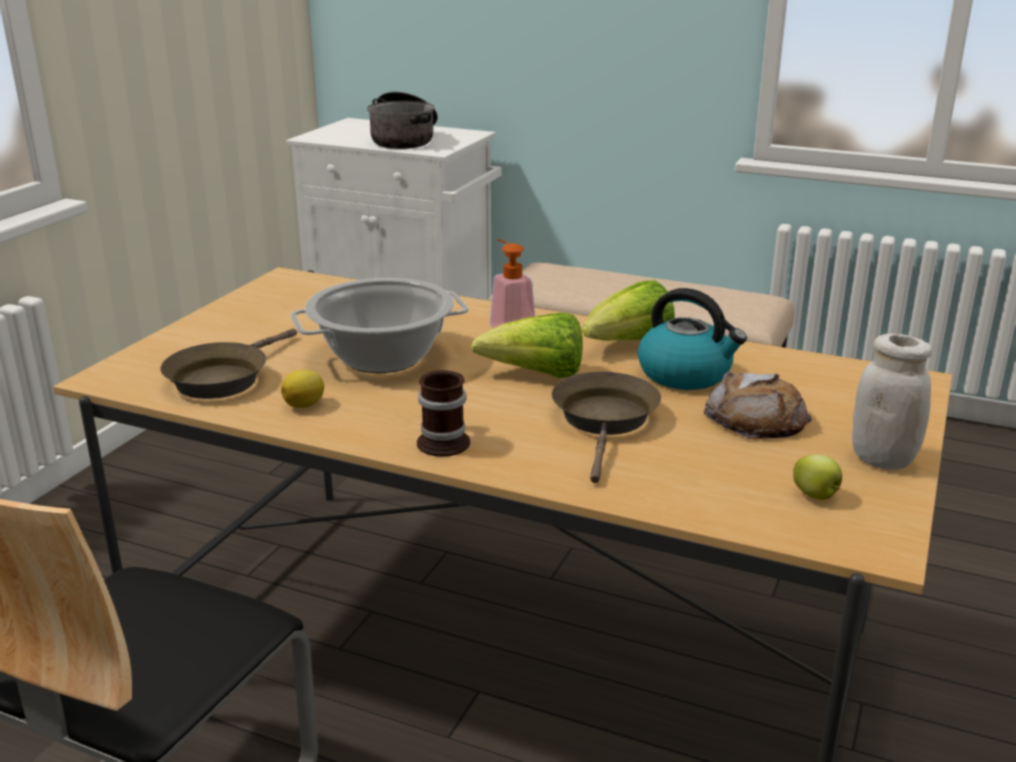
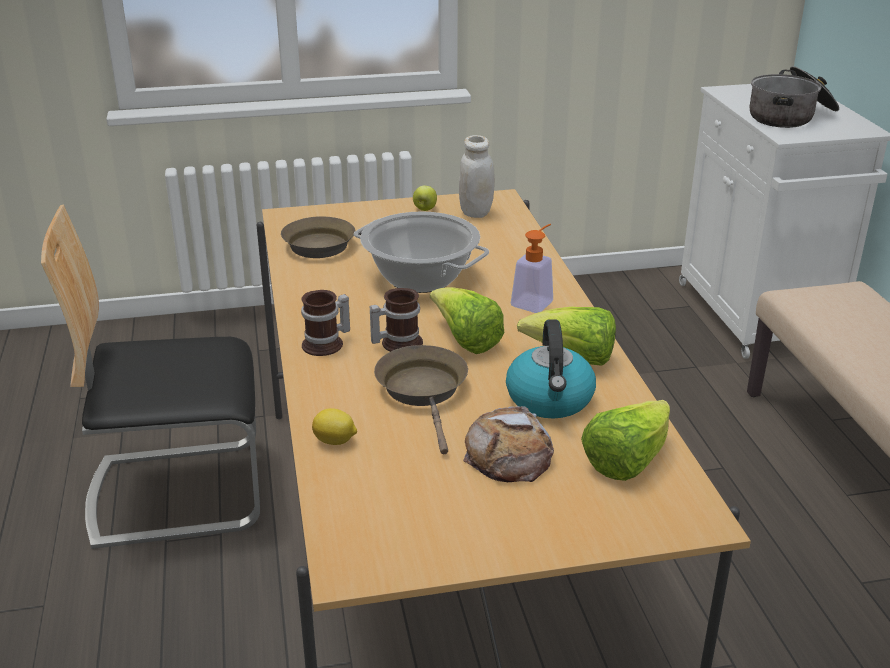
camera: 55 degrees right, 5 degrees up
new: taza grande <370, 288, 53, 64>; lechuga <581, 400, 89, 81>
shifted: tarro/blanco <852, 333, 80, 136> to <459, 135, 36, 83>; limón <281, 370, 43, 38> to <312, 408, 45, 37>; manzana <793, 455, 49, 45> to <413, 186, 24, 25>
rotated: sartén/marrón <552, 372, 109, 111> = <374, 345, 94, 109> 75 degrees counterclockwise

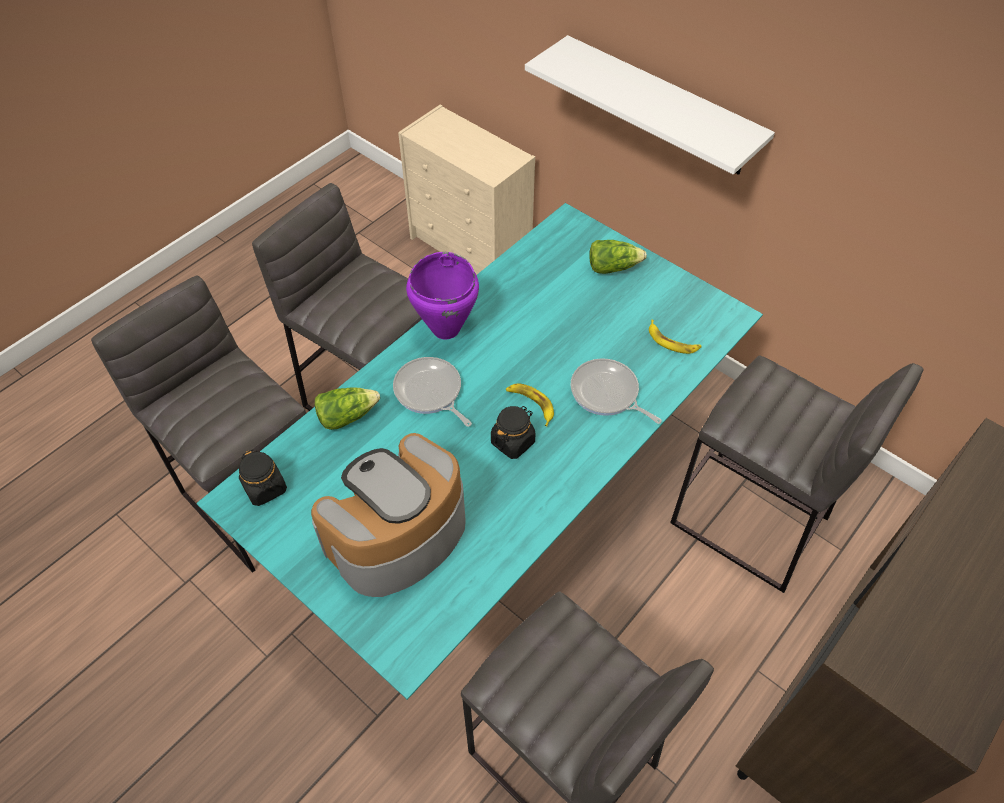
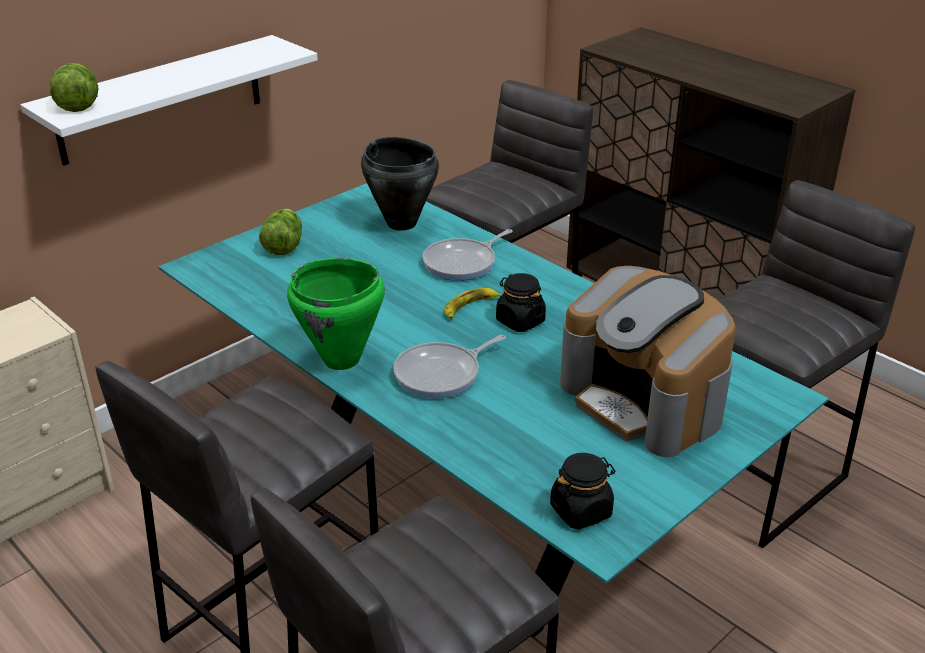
camera: 85 degrees left, 20 degrees down
shifted: lechuga <315, 387, 65, 43> to <50, 63, 49, 49>
swapped: plátano <649, 320, 52, 34> to olla/negro <361, 137, 78, 94>
repainted: olla/morado <406, 252, 73, 87> to olla/verde <287, 258, 98, 112>

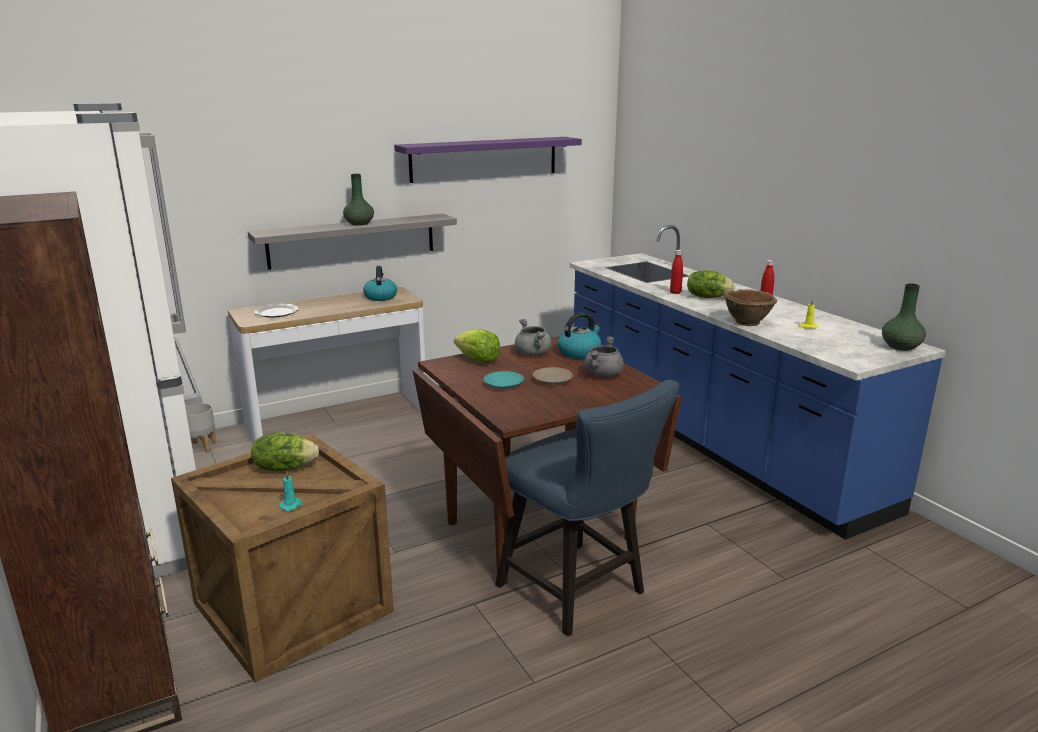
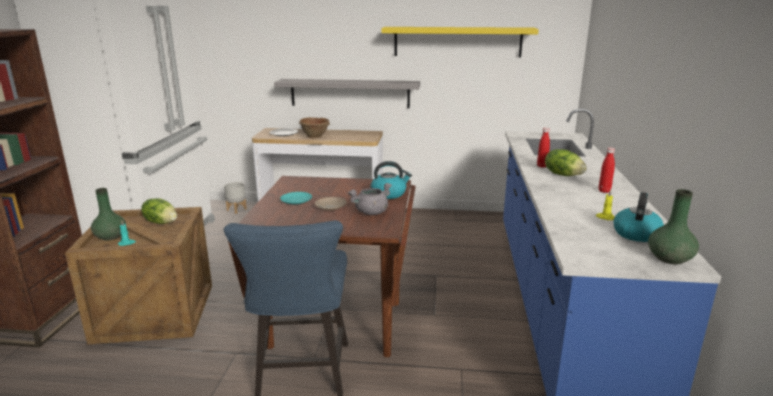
camera: 35 degrees right, 0 degrees up
gone: olla/gris <515, 319, 37, 37>; lechuga <454, 329, 47, 34>
shifted: florero/verde <343, 174, 31, 52> to <91, 188, 35, 53>; hervidor <363, 266, 34, 35> to <614, 192, 50, 50>; cuenco/marrón <724, 289, 53, 37> to <299, 117, 31, 21>
repainted: estante/morado <394, 137, 188, 46> to estante/amarillo <381, 27, 158, 30>

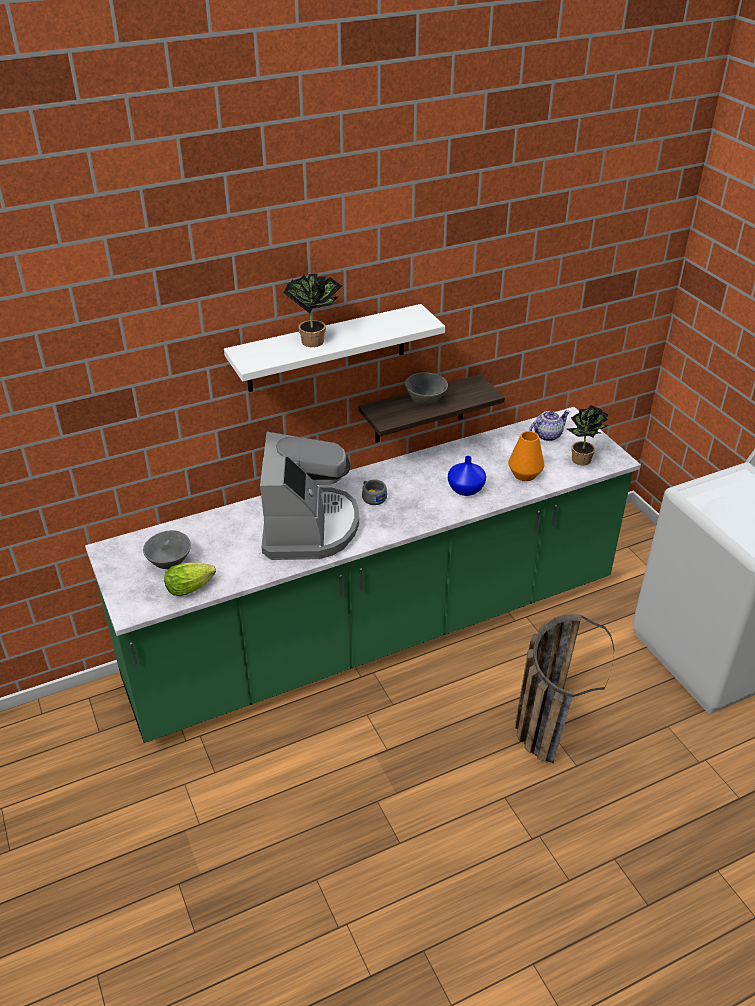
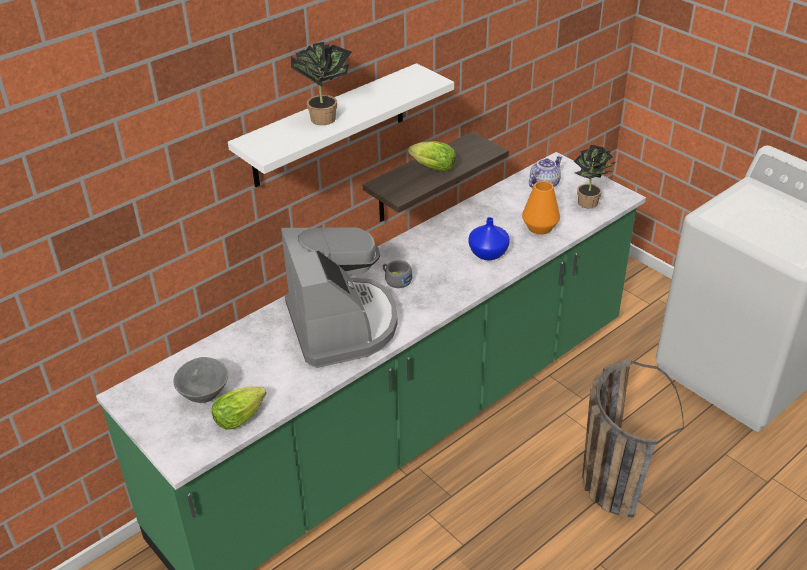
camera: 15 degrees left, 0 degrees up
swapped: cuenco/gris <404, 372, 44, 33> to lechuga <408, 141, 48, 31>

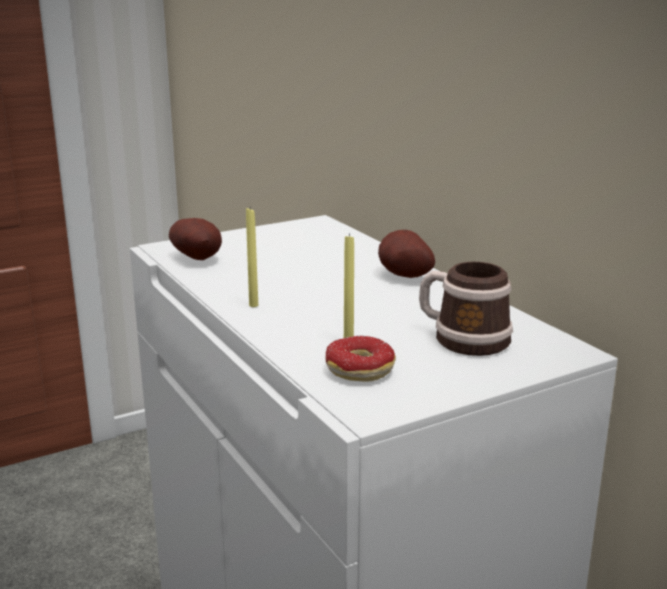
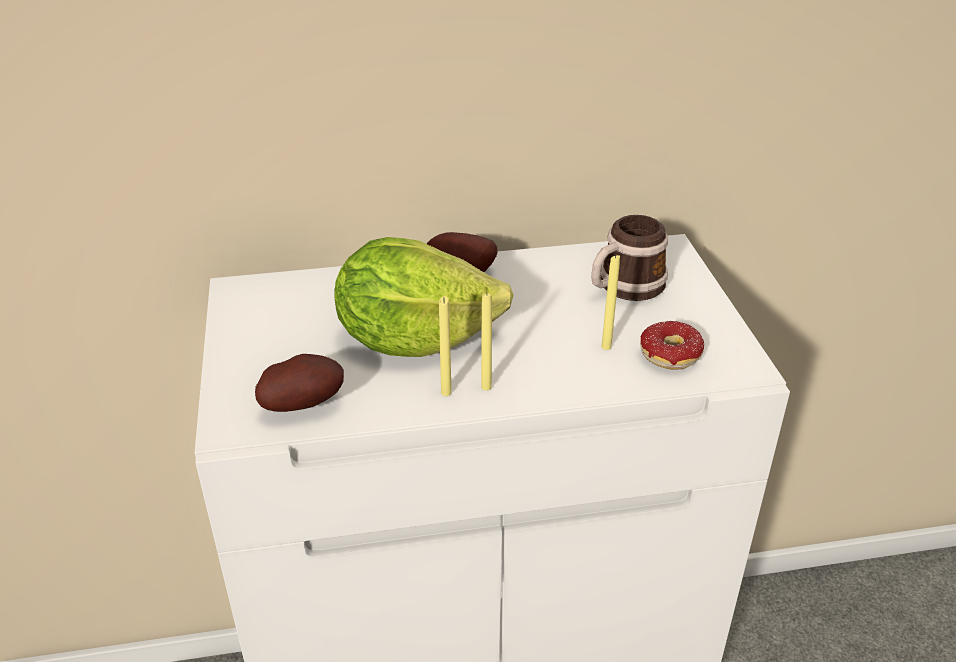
camera: 70 degrees left, 15 degrees up
new: lechuga <334, 237, 180, 120>; vela/amarillo <439, 296, 13, 100>

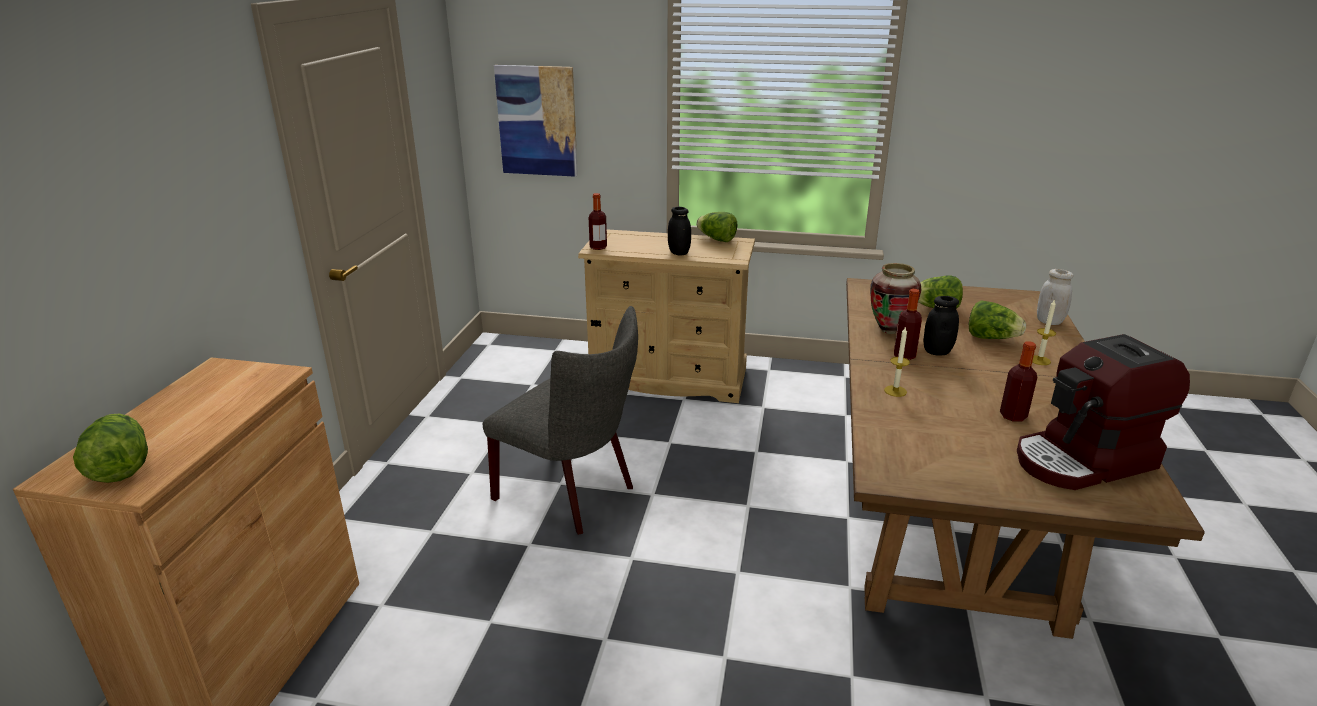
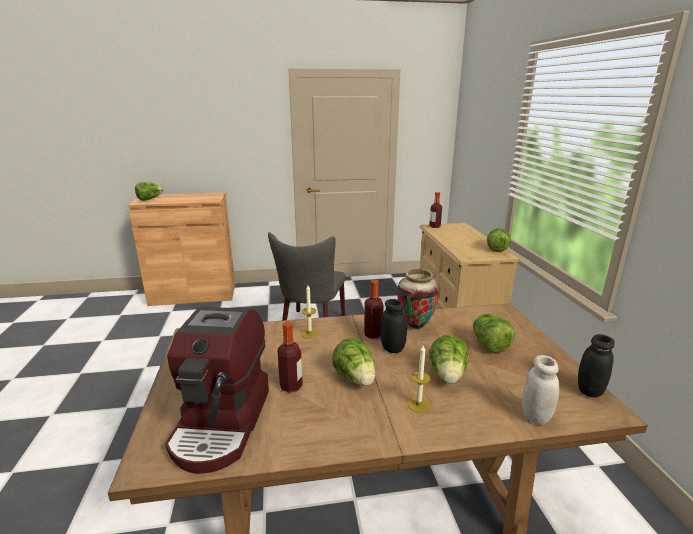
camera: 70 degrees right, 5 degrees down
gone: cuadro <494, 65, 84, 112>
new: lechuga <332, 338, 43, 48>
shifted: tarro/negro <668, 207, 23, 48> to <578, 334, 37, 63>
rotated: cafetera <1017, 334, 173, 156> = <165, 307, 104, 167> 135 degrees counterclockwise

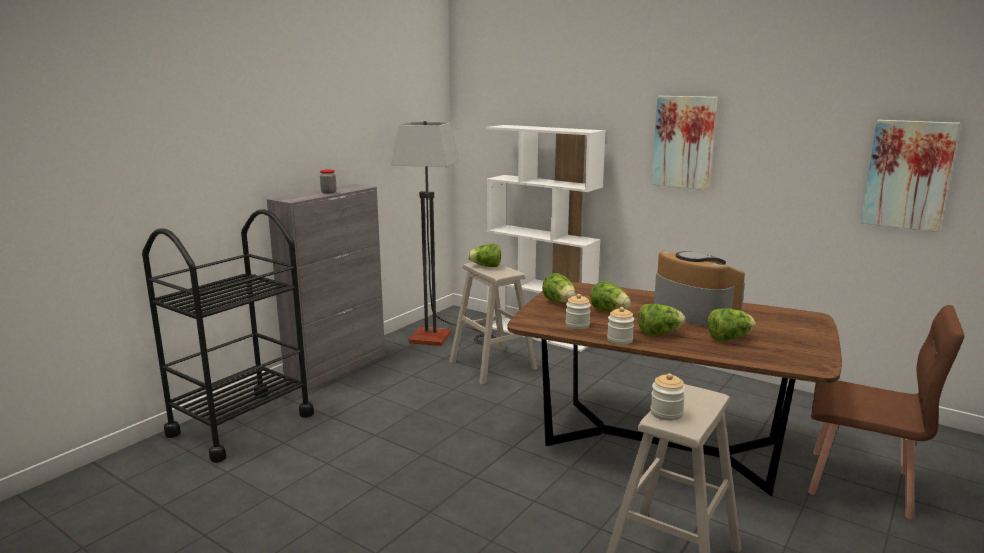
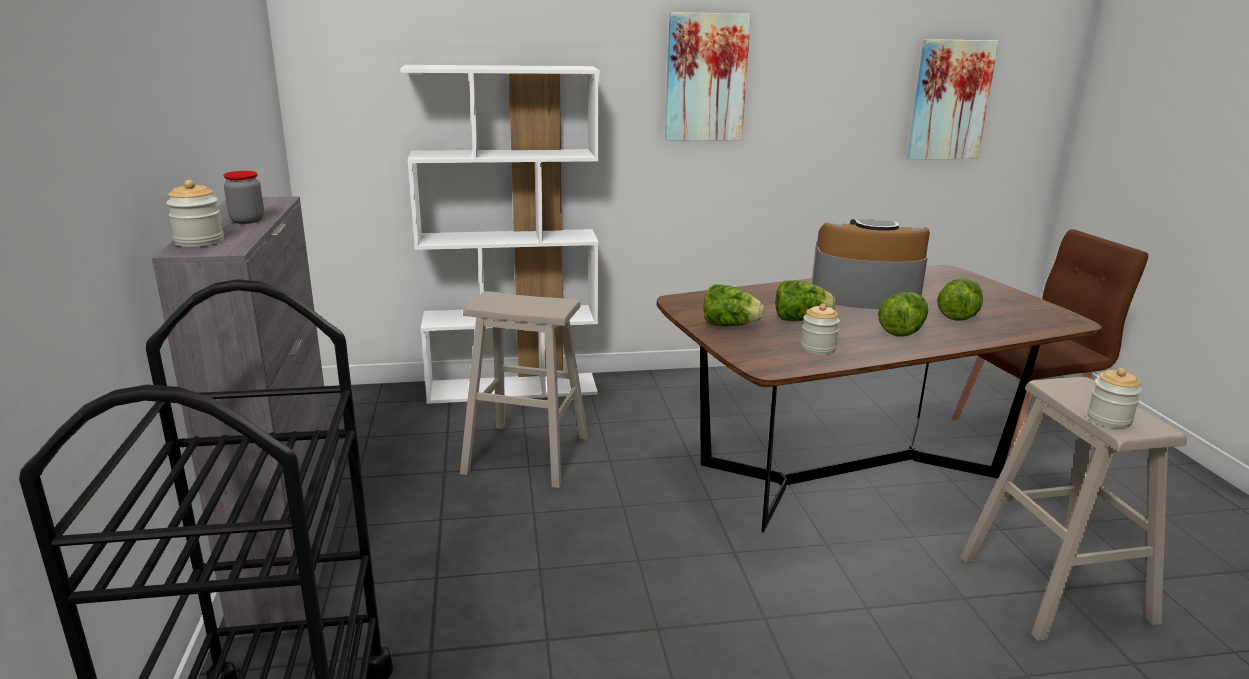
camera: 45 degrees left, 5 degrees up
gone: lámpara de pie <391, 121, 106, 225>; lechuga <468, 244, 33, 23>
shifted: tarro <607, 307, 28, 38> to <166, 180, 58, 67>

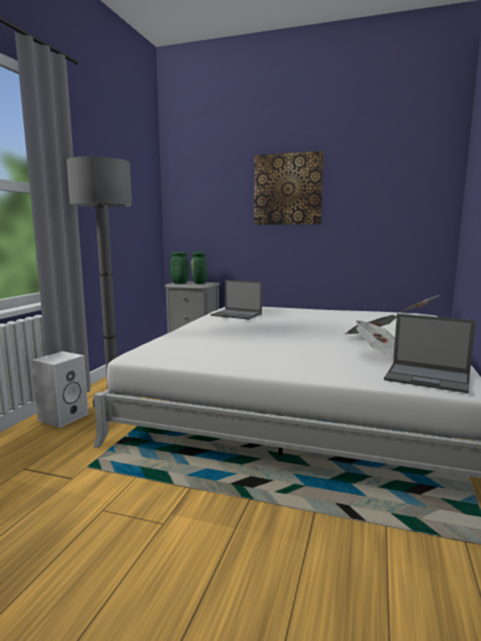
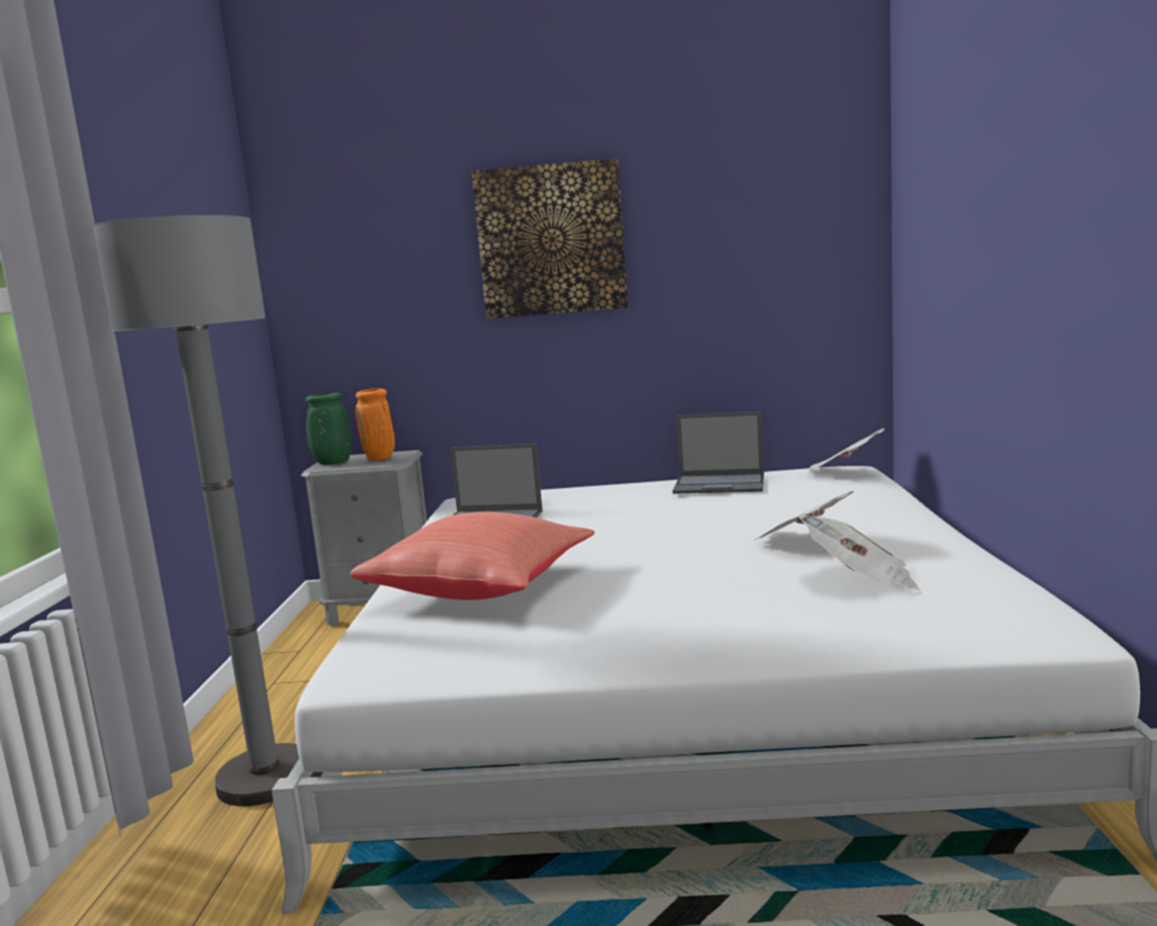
camera: 15 degrees left, 0 degrees up
gone: altavoz/blanco <32, 351, 57, 77>
new: cojín/rojo <350, 512, 245, 88>
shifted: portátil <384, 314, 92, 79> to <673, 412, 91, 82>
repainted: florero/verde <191, 252, 16, 32> to florero/naranja <355, 388, 40, 73>

